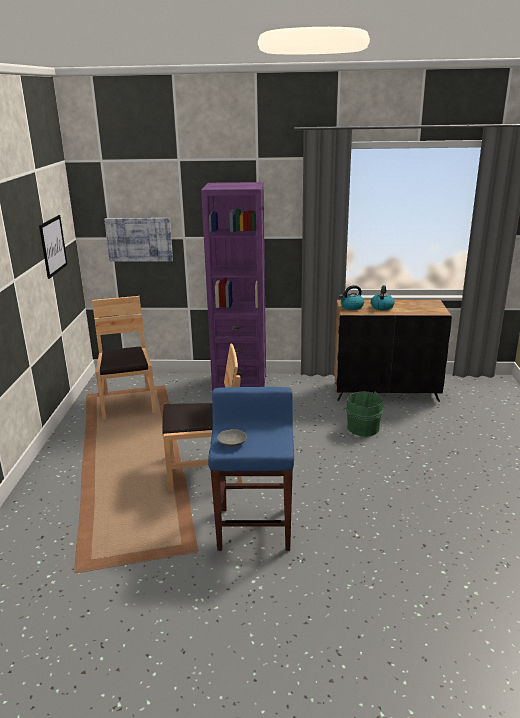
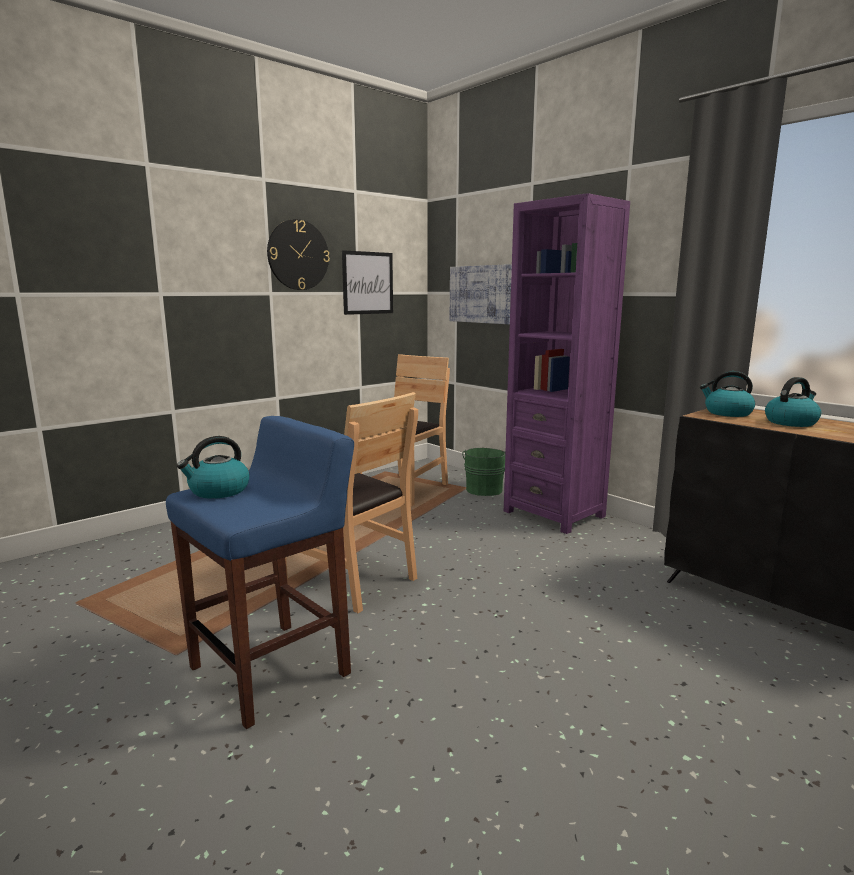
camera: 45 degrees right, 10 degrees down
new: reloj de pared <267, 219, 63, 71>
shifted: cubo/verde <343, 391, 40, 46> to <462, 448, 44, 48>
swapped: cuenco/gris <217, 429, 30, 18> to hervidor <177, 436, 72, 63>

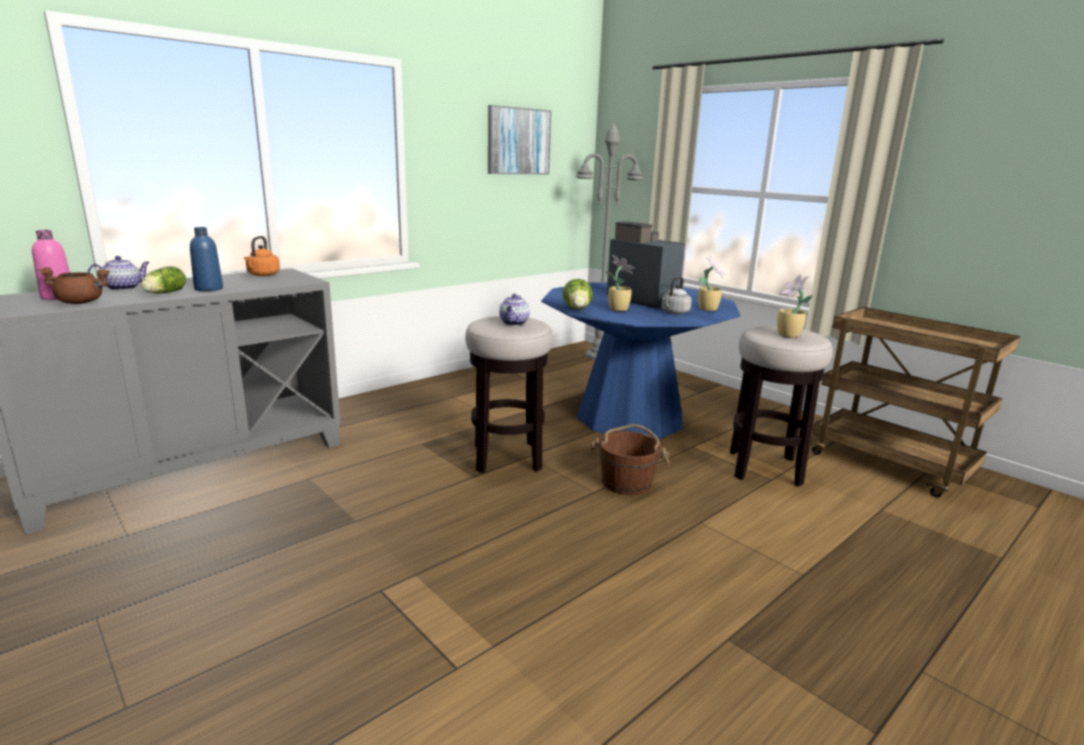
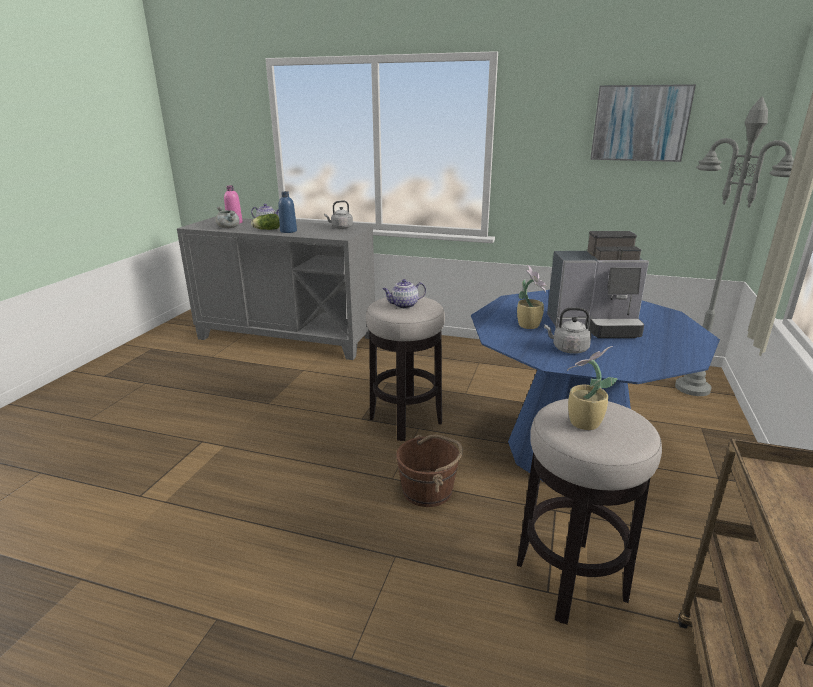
camera: 60 degrees right, 5 degrees up
gone: planta en maceta <698, 255, 27, 56>; lechuga <562, 279, 31, 30>
repainted: hervidor/naranja <244, 236, 36, 40> to hervidor/gris <324, 201, 29, 28>; olla/marrón <38, 267, 72, 37> to olla/gris <215, 206, 25, 22>
rotated: cafetera <607, 221, 80, 87> = <547, 231, 102, 107> 75 degrees clockwise

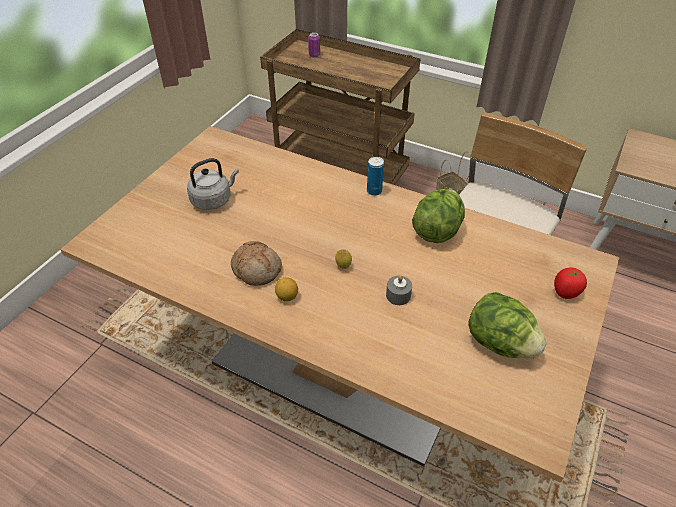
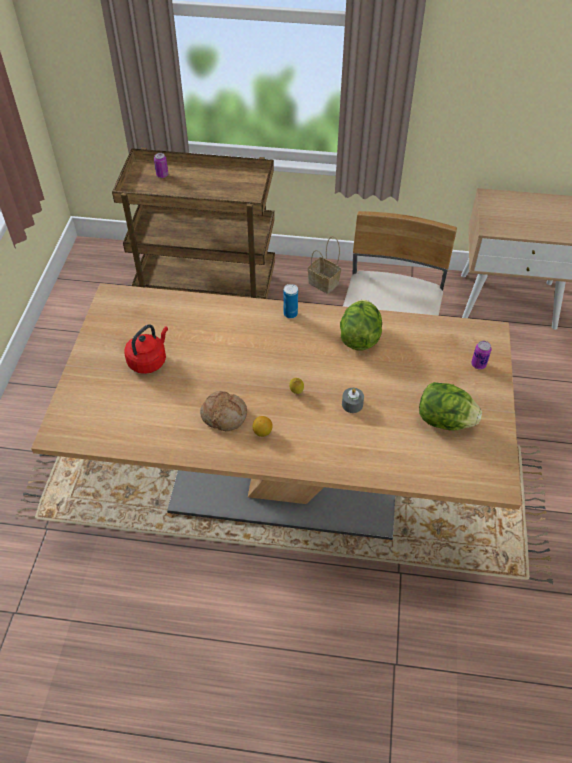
camera: 20 degrees left, 5 degrees up
swapped: tomate <554, 268, 33, 31> to lata <471, 341, 21, 28>
repainted: hervidor/gris <187, 158, 52, 52> to hervidor/rojo <124, 324, 44, 50>

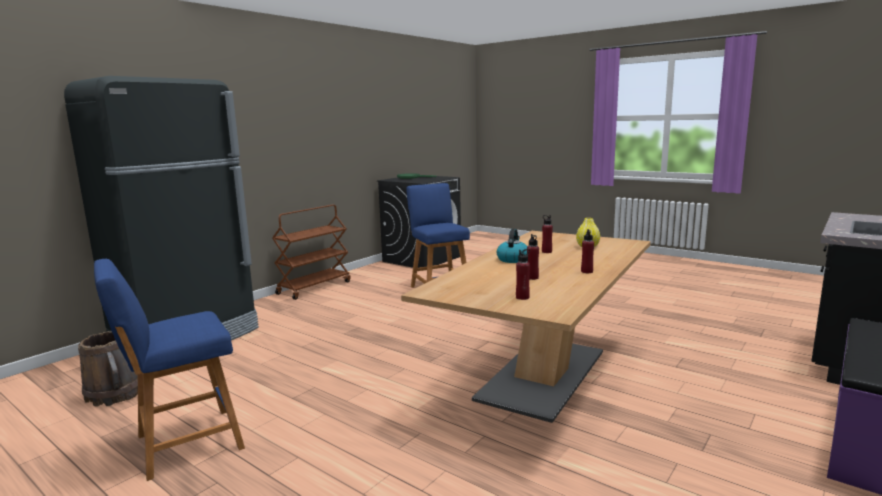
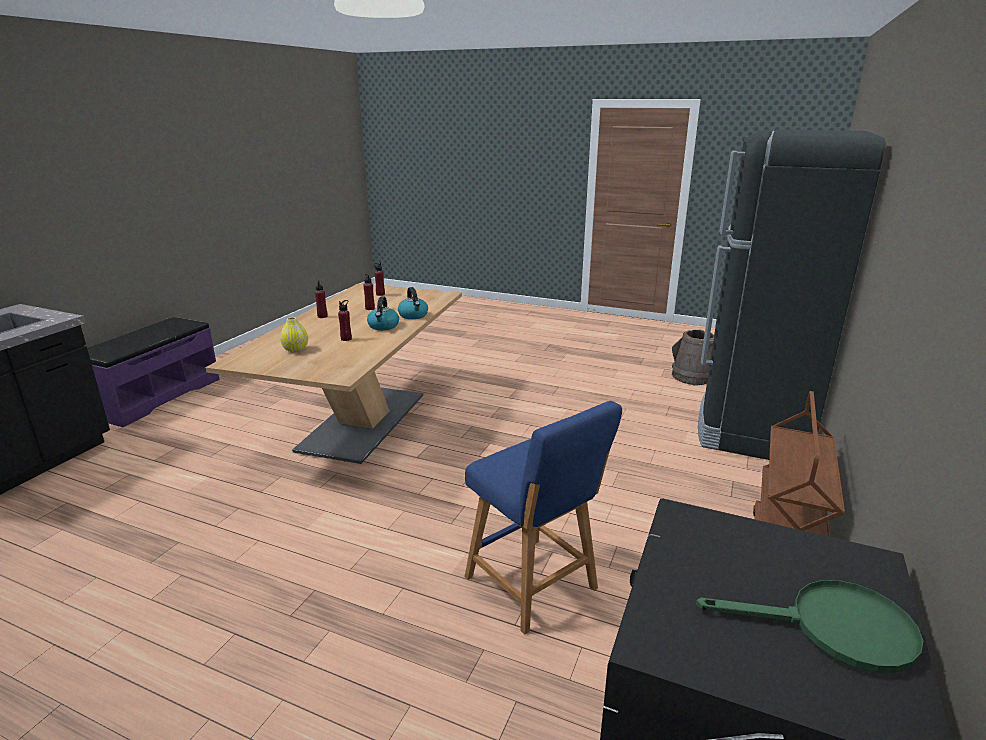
camera: 165 degrees right, 10 degrees up
gone: taburete/azul <94, 259, 151, 222>
new: hervidor <398, 287, 30, 32>

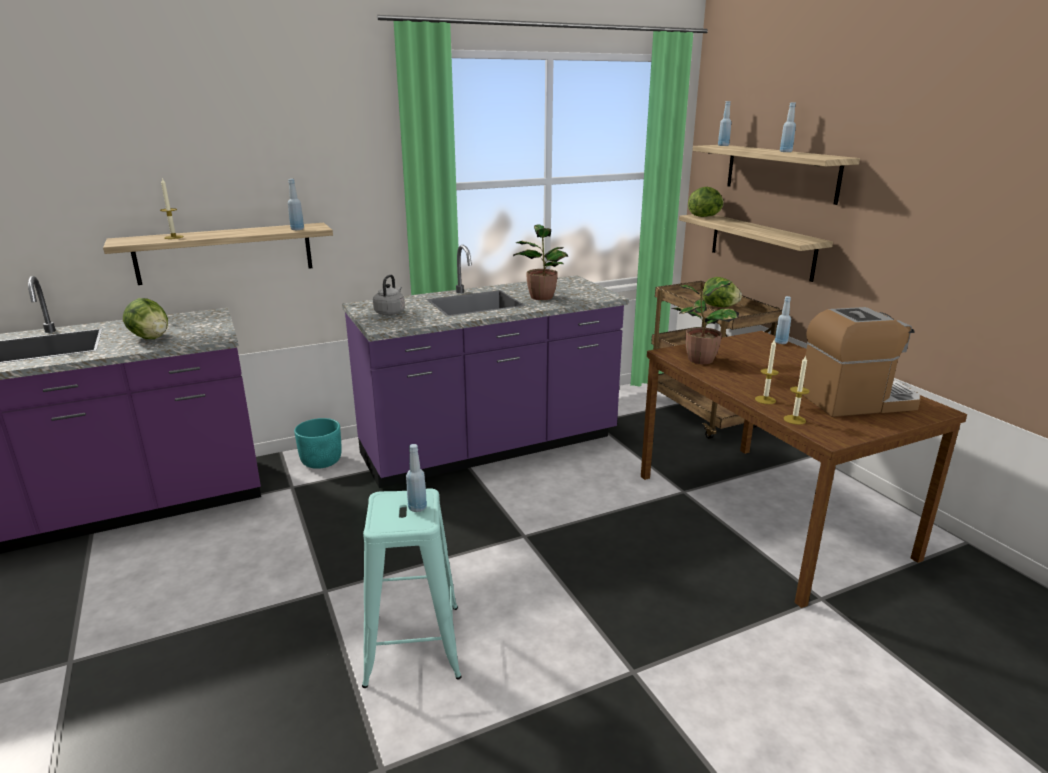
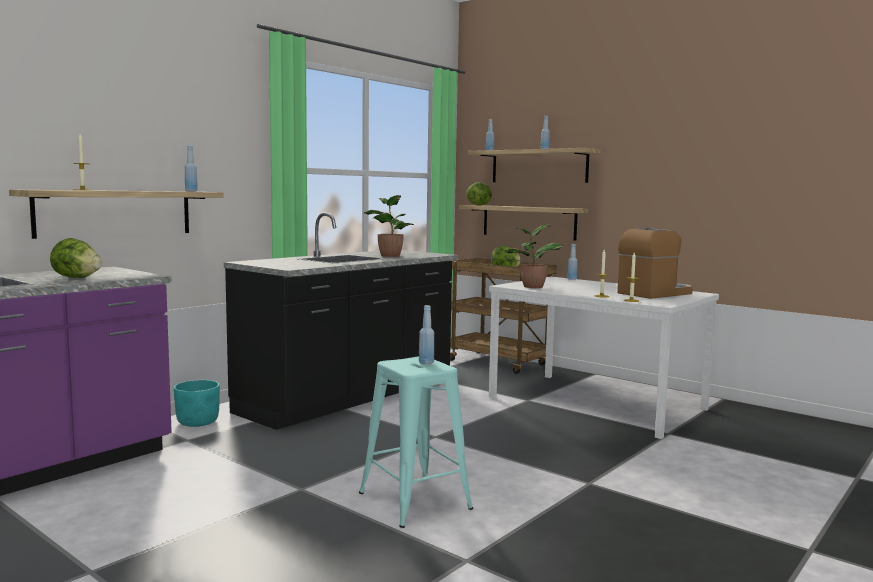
camera: 25 degrees left, 15 degrees down
gone: hervidor/gris <373, 274, 32, 41>
repainted: mueble bajo de cocina/morado <342, 245, 288, 243> to mueble bajo de cocina/negro <224, 212, 234, 218>; mesa de comedor/marrón <641, 331, 326, 277> to mesa de comedor/blanco <489, 277, 230, 162>

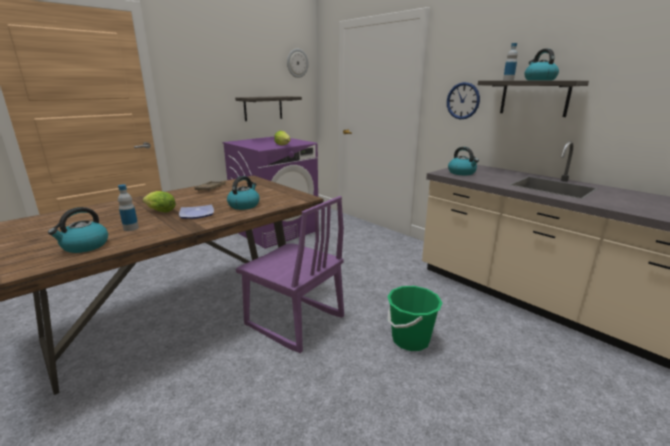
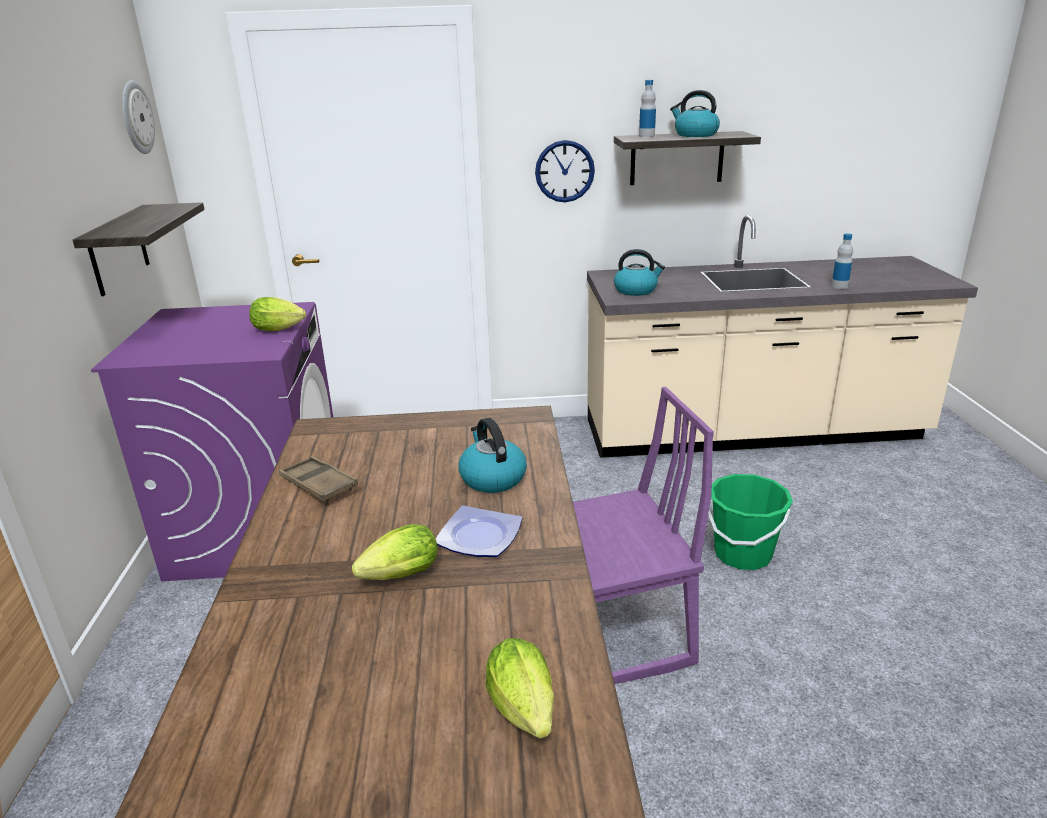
camera: 50 degrees left, 5 degrees up
shifted: botella <118, 184, 21, 47> to <831, 233, 22, 56>
swapped: hervidor <48, 207, 60, 46> to lechuga <486, 638, 68, 100>

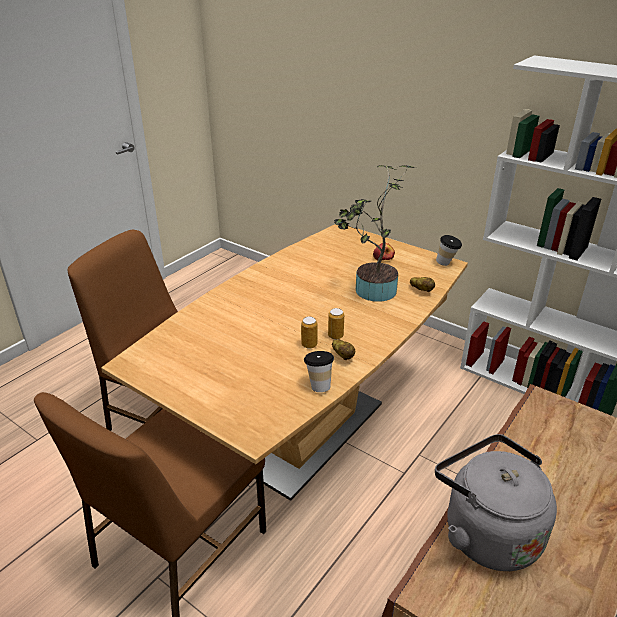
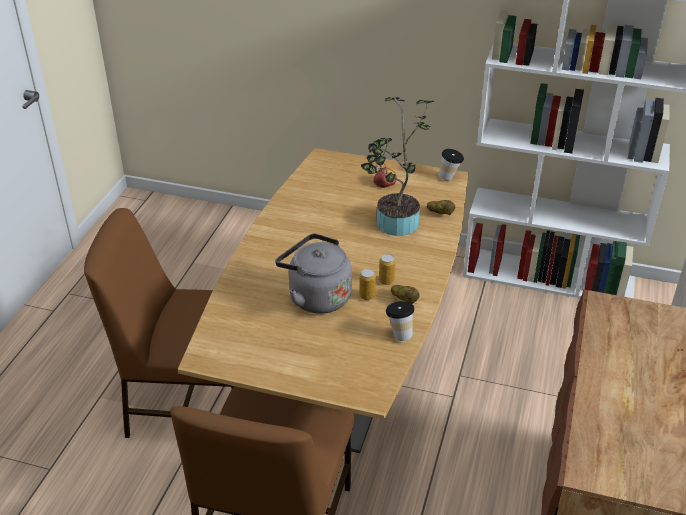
camera: 20 degrees left, 5 degrees up
shifted: hervidor/gris <435, 434, 122, 137> to <275, 233, 77, 81>

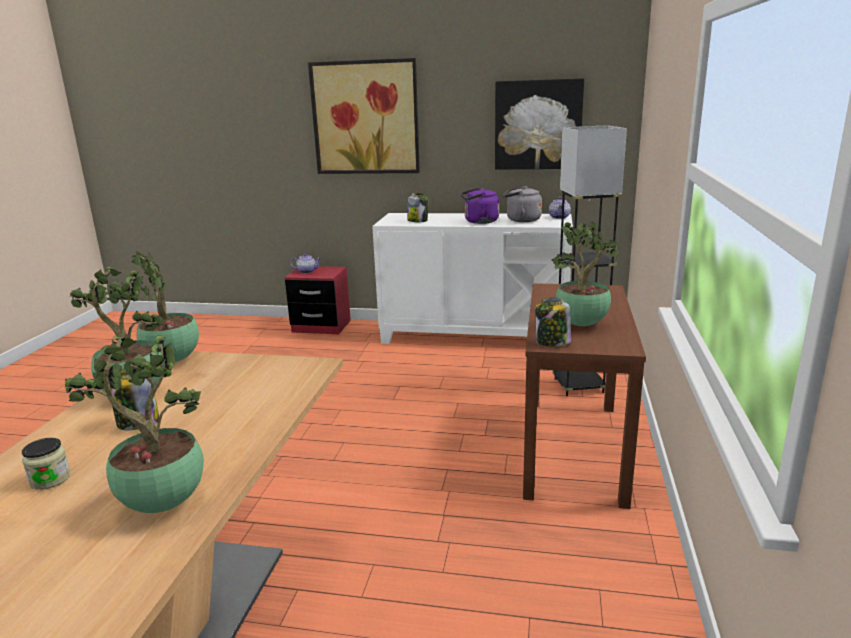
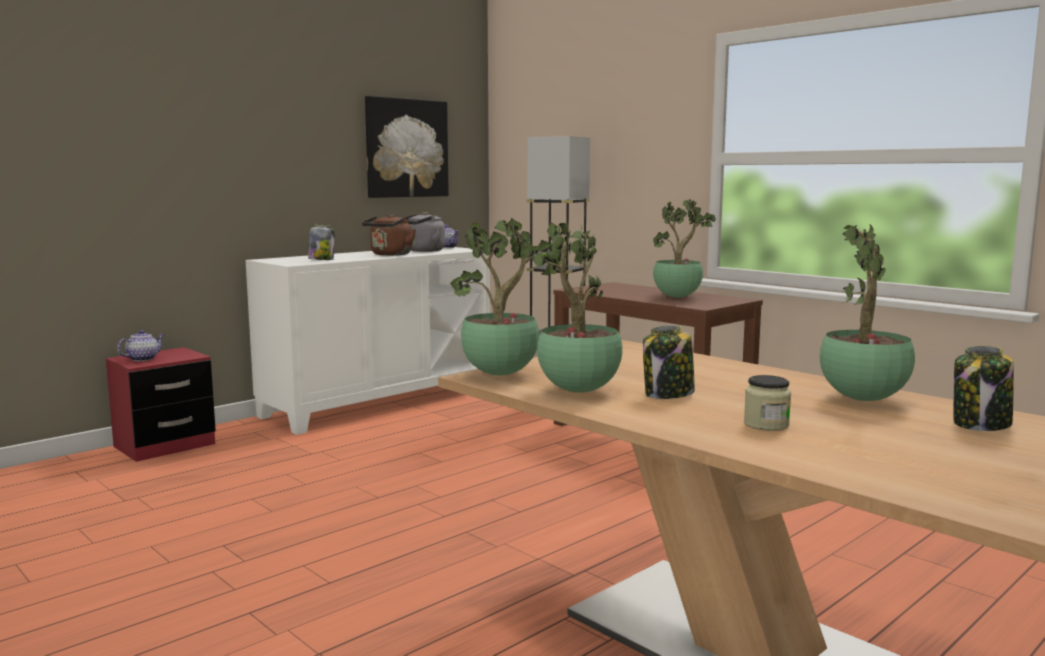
camera: 55 degrees left, 10 degrees down
gone: cuadro <308, 58, 112, 116>
shifted: tarro <535, 298, 36, 49> to <954, 346, 60, 85>
repainted: hervidor/morado <461, 188, 38, 36> to hervidor/marrón <362, 214, 54, 42>

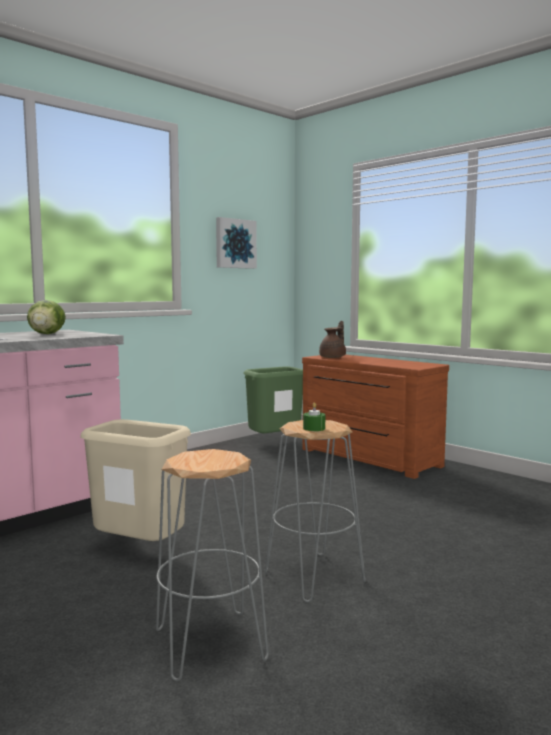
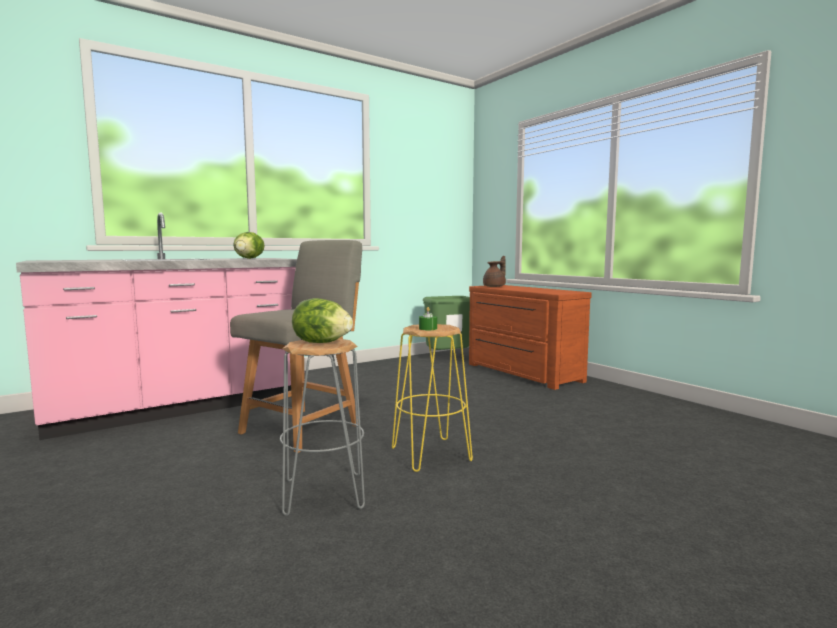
camera: 10 degrees right, 0 degrees up
gone: cuadro <216, 217, 41, 52>
new: lechuga <292, 298, 61, 45>
swapped: papelera/beis <80, 419, 111, 122> to silla/gris <230, 240, 132, 213>
repainted: taburete/gris <265, 420, 101, 182> to taburete/amarillo <392, 324, 81, 148>

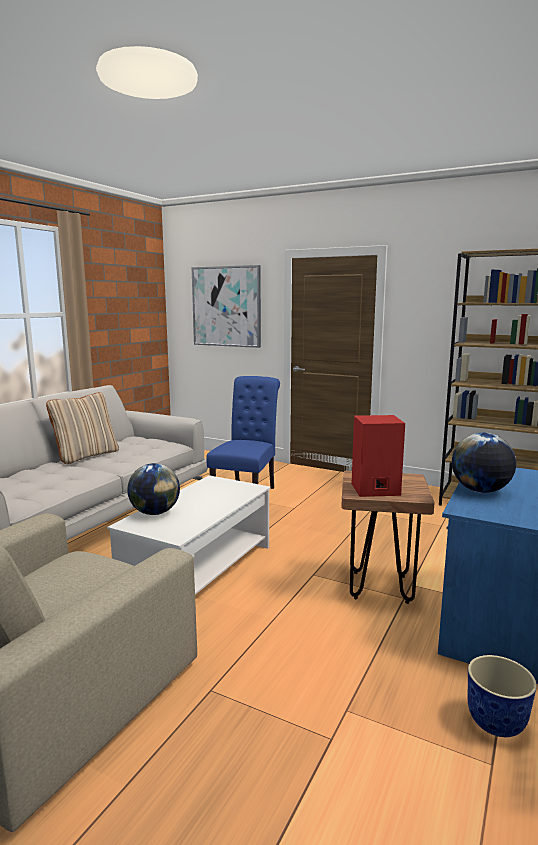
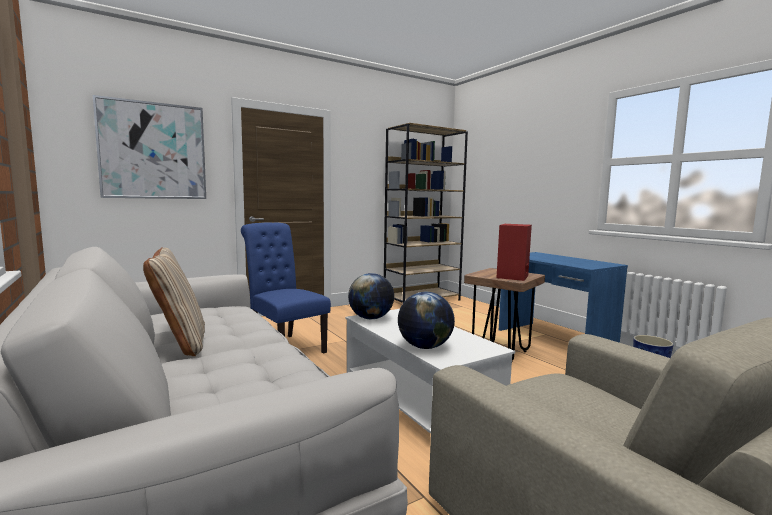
camera: 60 degrees left, 5 degrees down
shifted: globo terráqueo <452, 433, 64, 60> to <348, 273, 46, 46>

